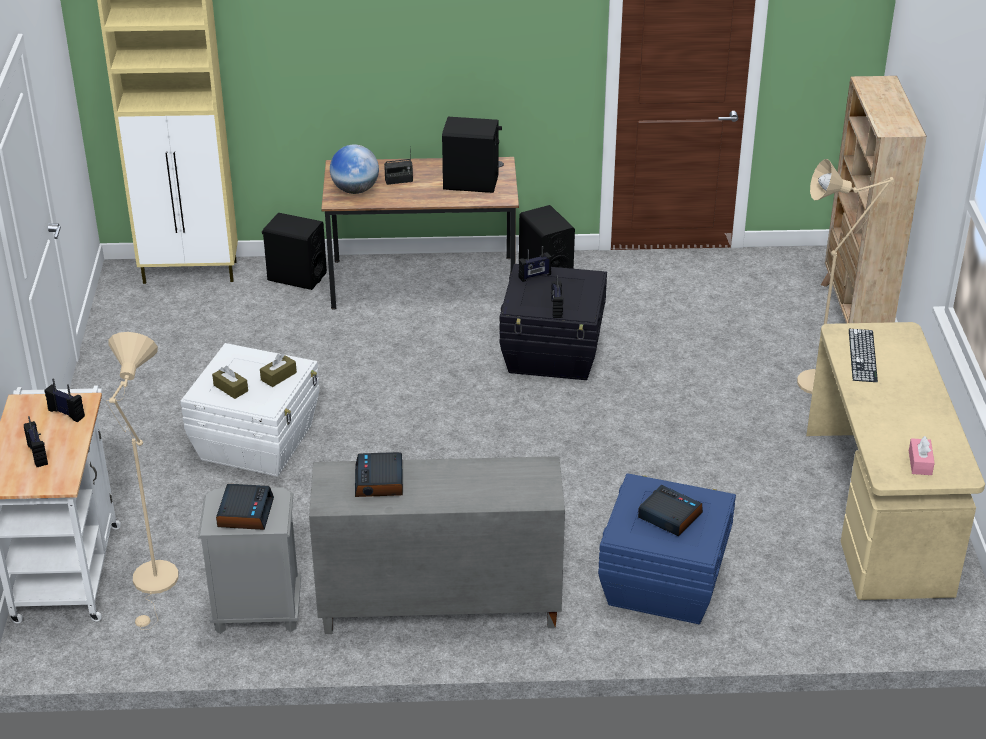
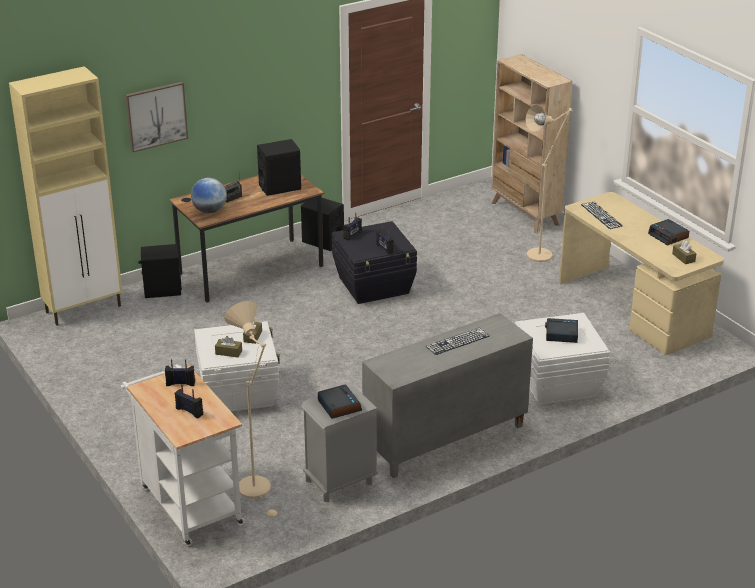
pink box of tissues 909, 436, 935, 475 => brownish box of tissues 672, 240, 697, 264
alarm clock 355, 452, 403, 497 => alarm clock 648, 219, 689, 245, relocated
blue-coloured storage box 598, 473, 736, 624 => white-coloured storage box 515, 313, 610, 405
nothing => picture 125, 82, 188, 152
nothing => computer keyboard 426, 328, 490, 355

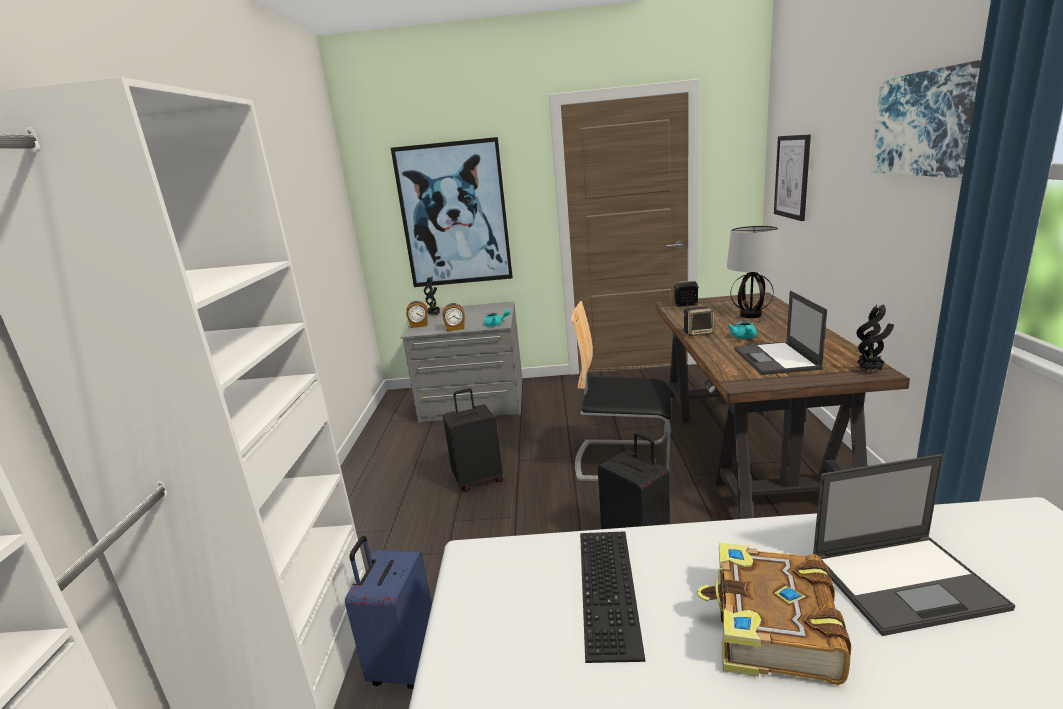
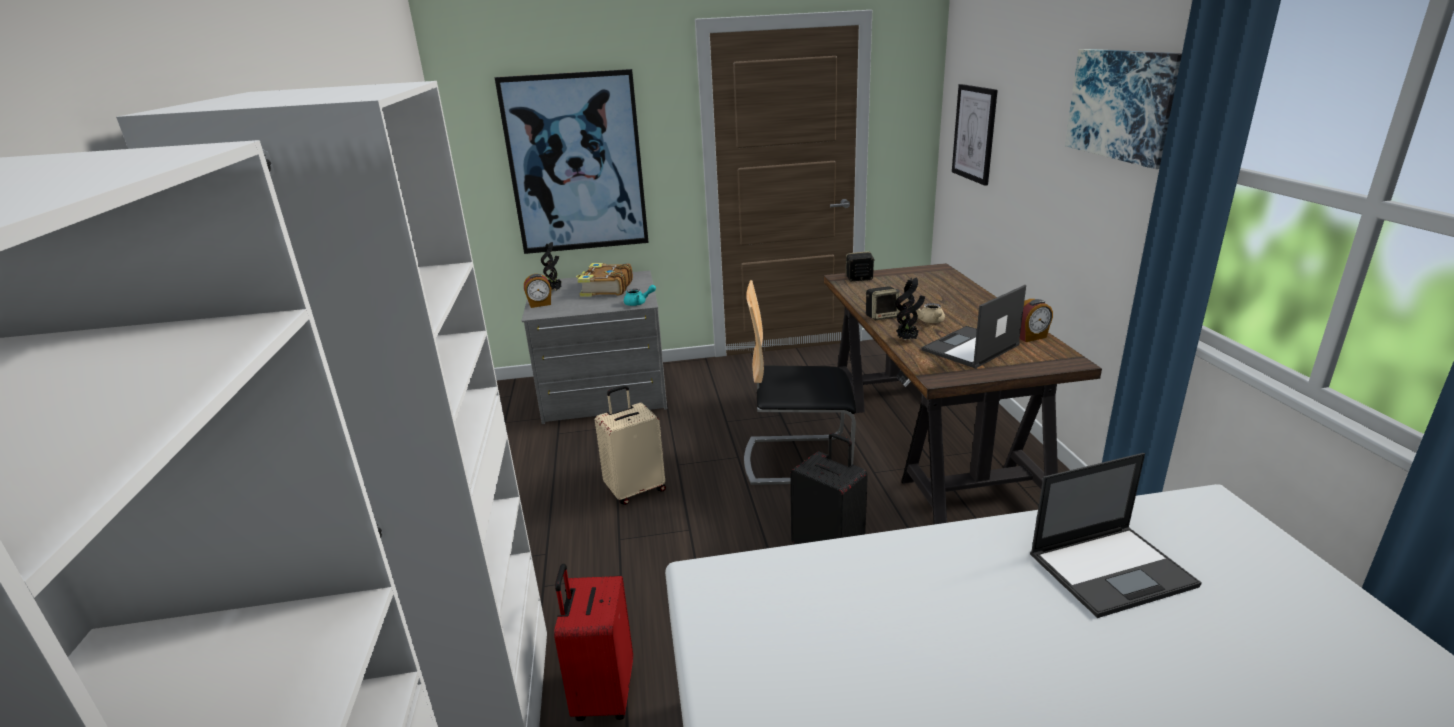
table lamp 727, 226, 780, 318 => nothing
notebook computer 734, 291, 827, 375 => notebook computer 921, 285, 1026, 369, 60 degrees clockwise
alarm clock 442, 303, 465, 331 => alarm clock 1019, 299, 1053, 342, relocated
plant in a pot 857, 304, 894, 372 => plant in a pot 895, 277, 925, 340, relocated
turquoise tea pot 728, 321, 757, 339 => beige-coloured tea pot 916, 303, 945, 323
black-coloured suitcase 443, 388, 504, 492 => beige-coloured suitcase 595, 385, 666, 505
computer keyboard 580, 531, 645, 663 => nothing
blue-coloured suitcase 345, 536, 432, 689 => red-coloured suitcase 554, 564, 633, 721
bound book 697, 543, 851, 685 => bound book 576, 263, 633, 297, relocated

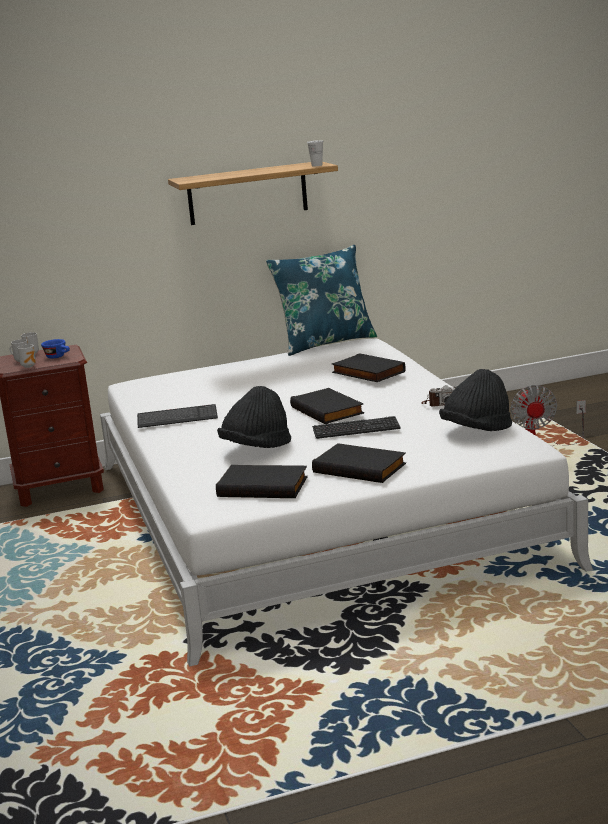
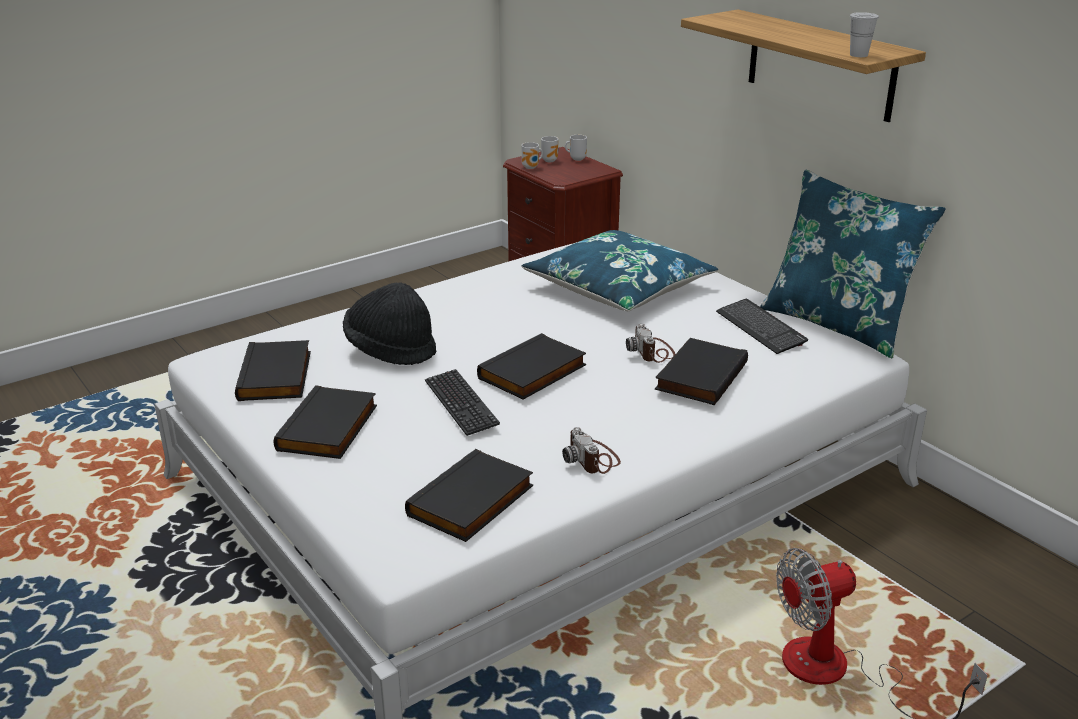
blue-coloured small cup 41, 339, 70, 359 => nothing
black-coloured clothing hat 439, 369, 512, 431 => black-coloured bound book 405, 449, 533, 542
computer keyboard 137, 404, 218, 428 => computer keyboard 716, 299, 808, 354, relocated
nothing => blue-coloured cushion 522, 230, 718, 311
nothing => photo camera 626, 323, 675, 363

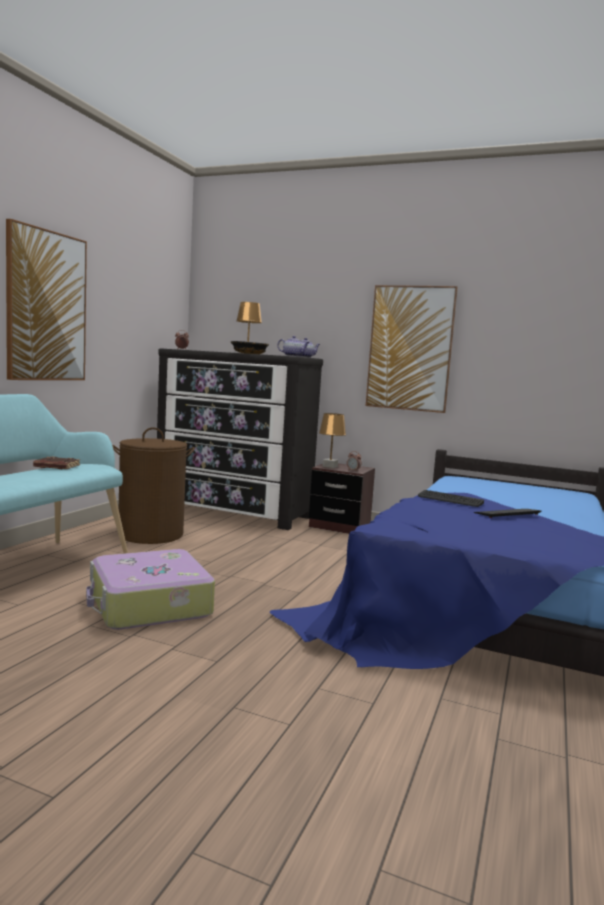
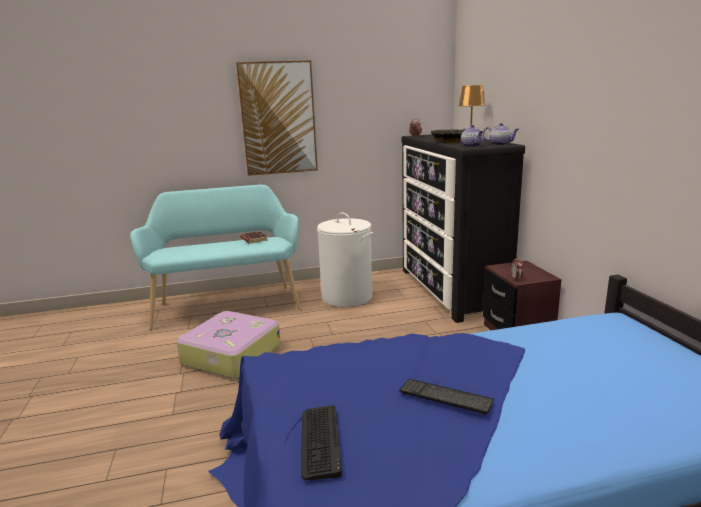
picture 366, 285, 458, 413 => nothing
brownish table lamp 319, 413, 346, 468 => nothing
brownish laundry basket 112, 427, 195, 544 => white-coloured laundry basket 317, 213, 374, 307
computer keyboard 418, 490, 484, 507 => computer keyboard 301, 405, 342, 480, relocated

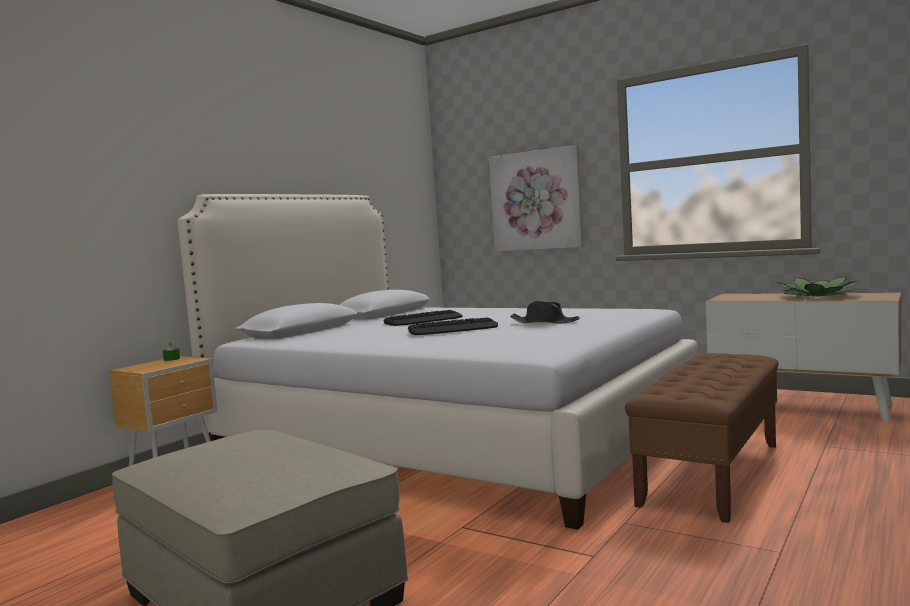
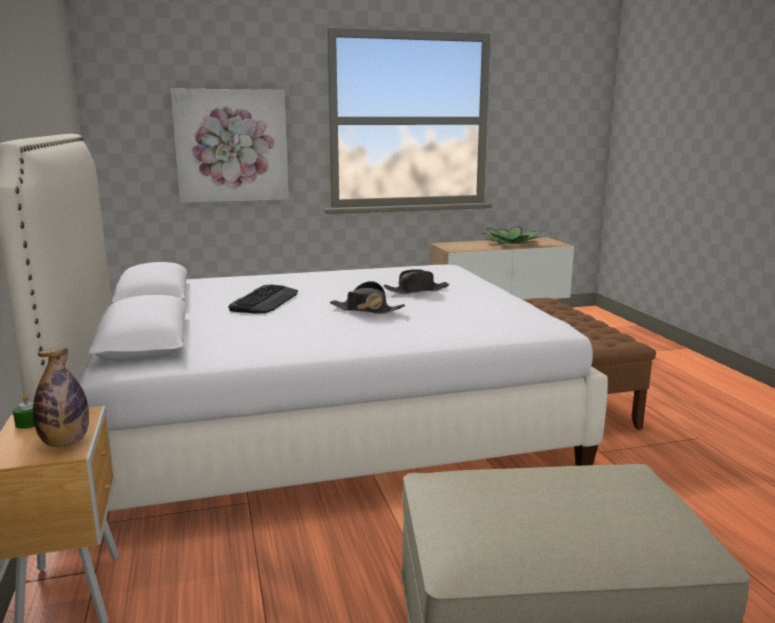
computer keyboard 408, 317, 498, 335 => black-coloured clothing hat 330, 281, 405, 314
nothing => drink bottle 33, 348, 89, 447

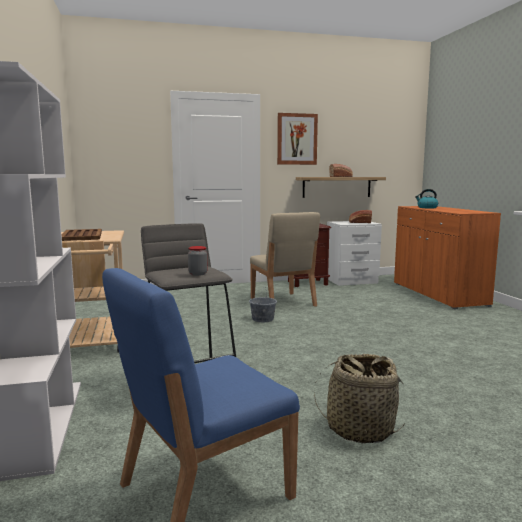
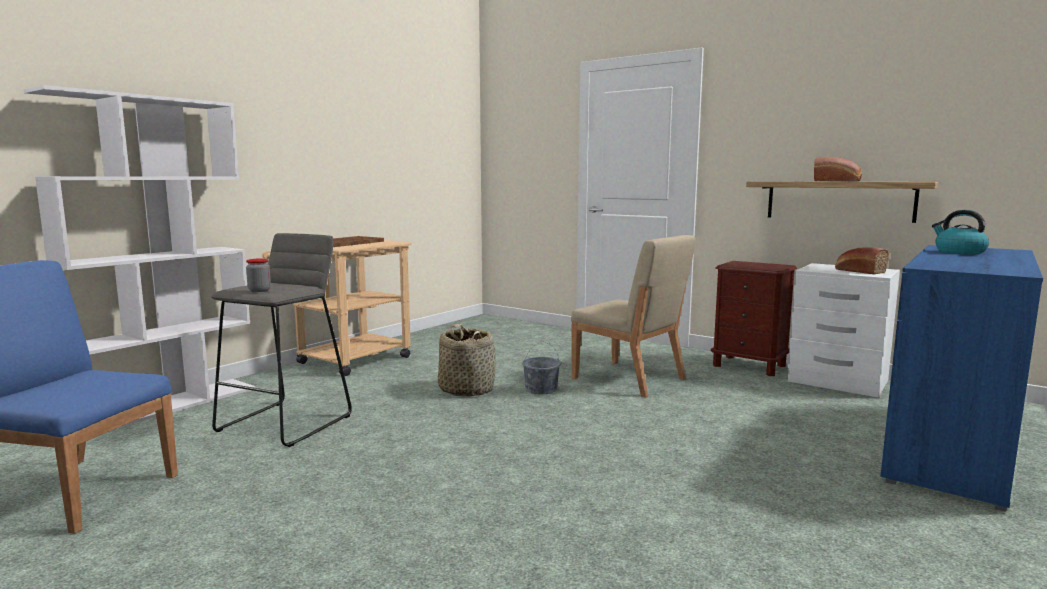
picture 277, 113, 318, 165 => nothing
orange cabinet 394, 206, 501, 309 => blue-coloured cabinet 880, 245, 1043, 512
beige-coloured plain chair 250, 212, 320, 307 => beige-coloured plain chair 571, 235, 695, 397, 75 degrees counterclockwise
household basket 314, 354, 406, 443 => household basket 438, 323, 496, 396, relocated

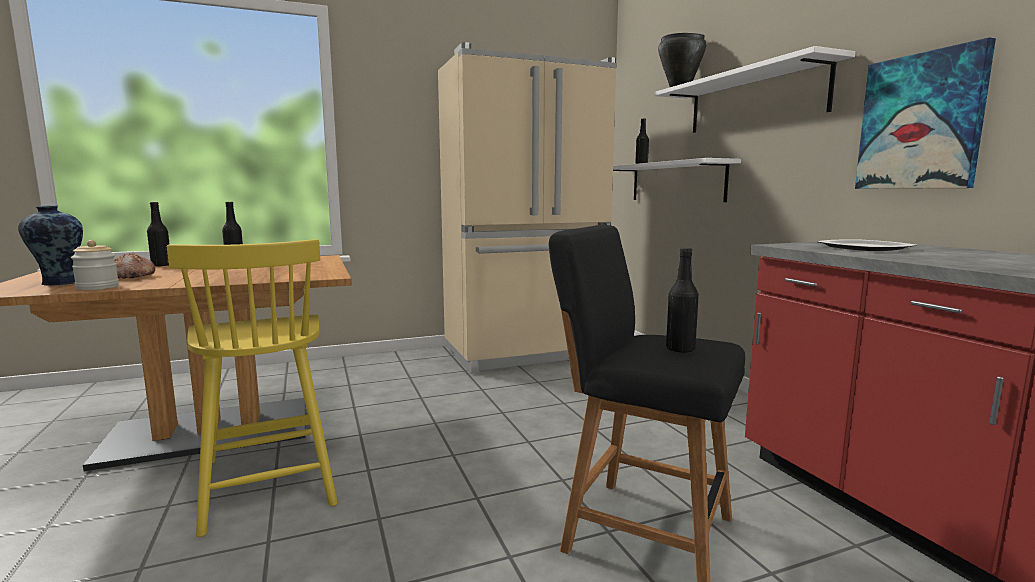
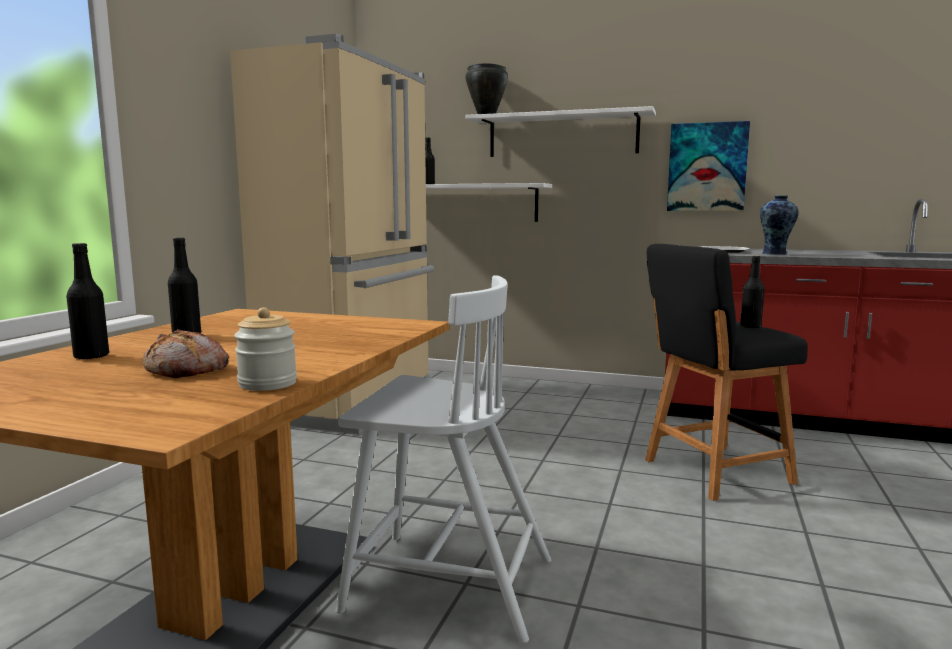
vase 18, 205, 83, 286 => vase 760, 195, 799, 255, relocated
yellow-coloured plain chair 167, 239, 338, 537 => white-coloured plain chair 336, 275, 551, 643

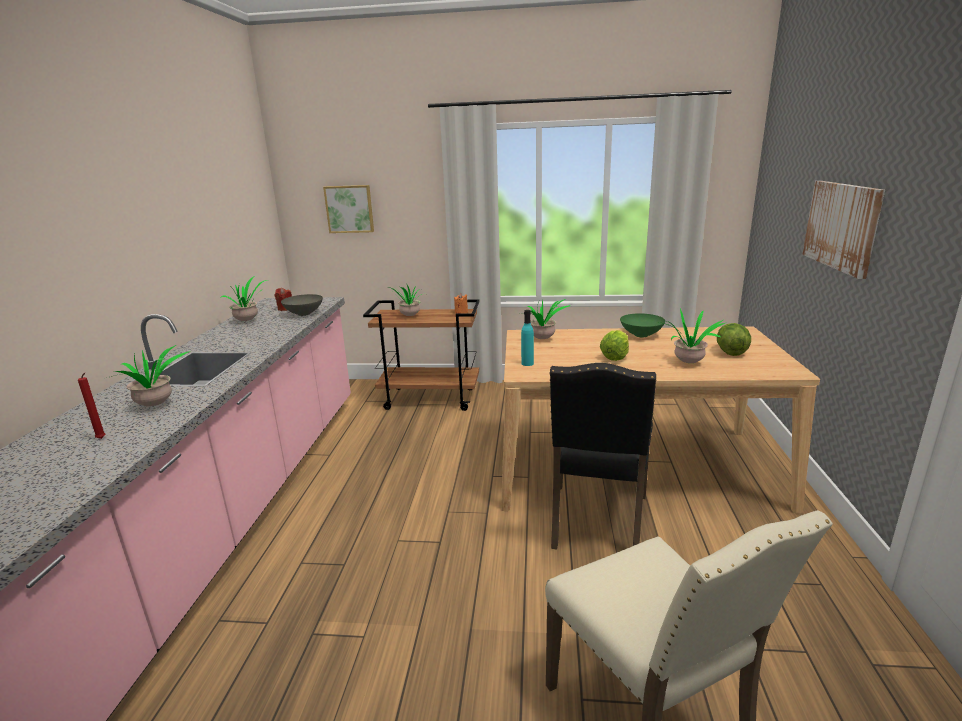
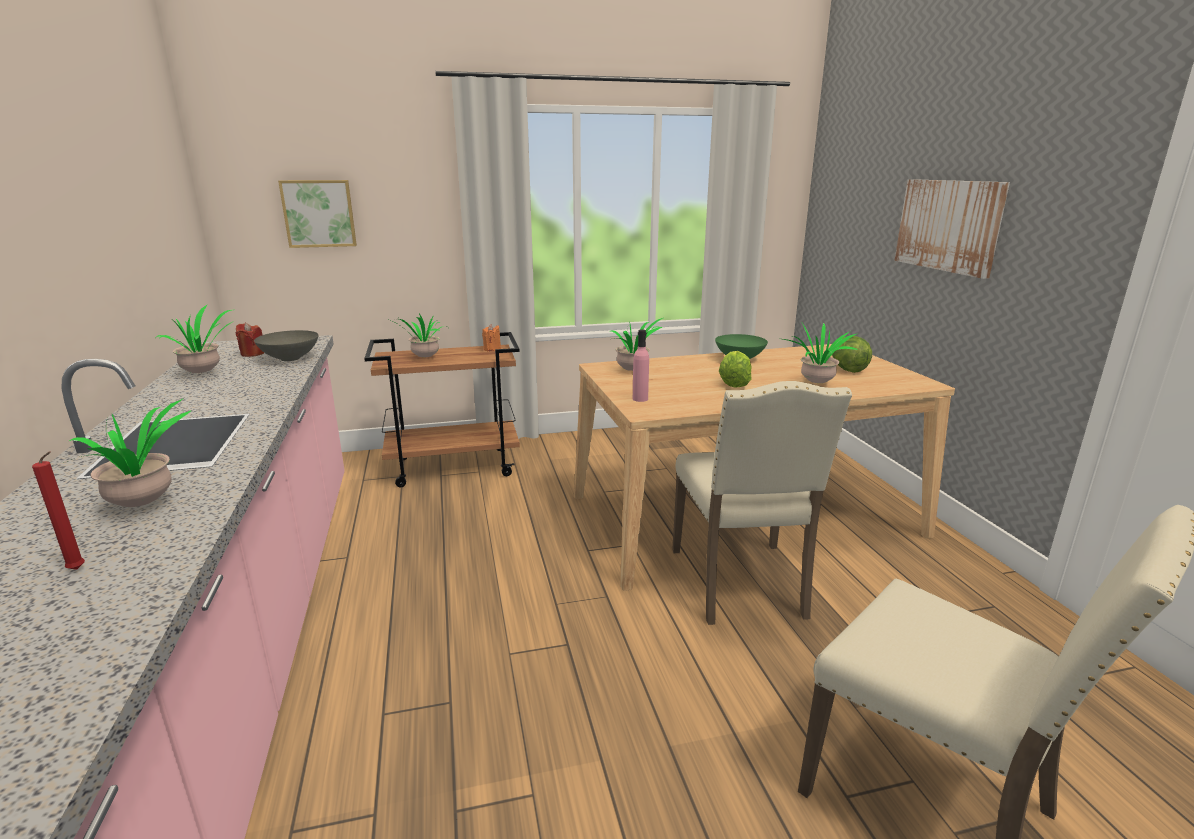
turquoise drink bottle 521, 310, 534, 366 => pink drink bottle 633, 330, 649, 402
black-coloured plain chair 549, 363, 657, 550 => beige-coloured plain chair 672, 381, 852, 625

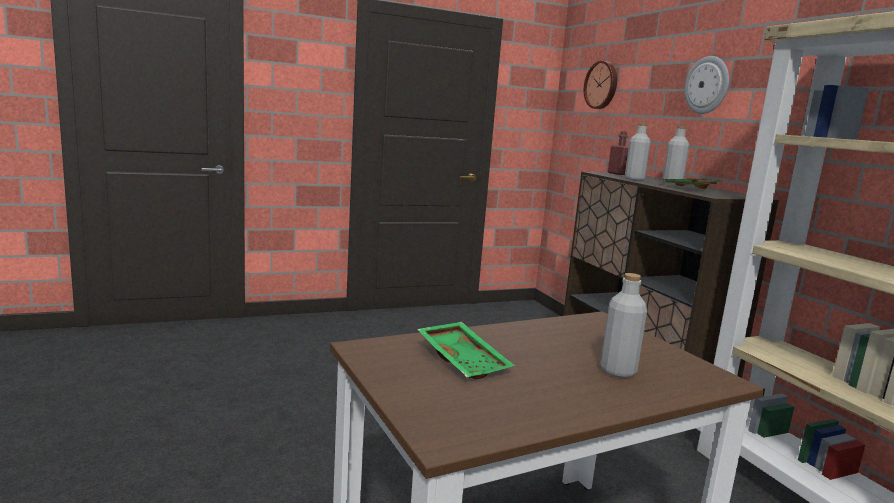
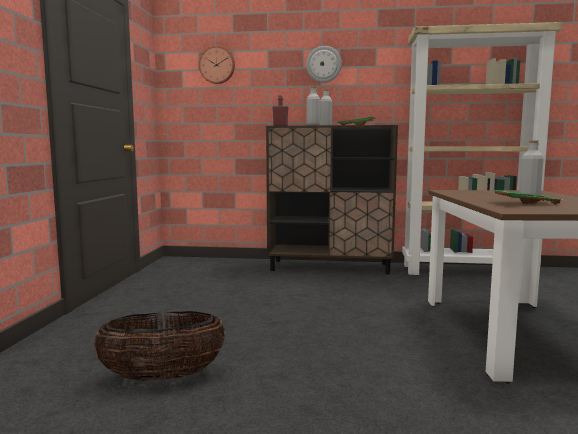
nothing => household basket 93, 311, 226, 381

